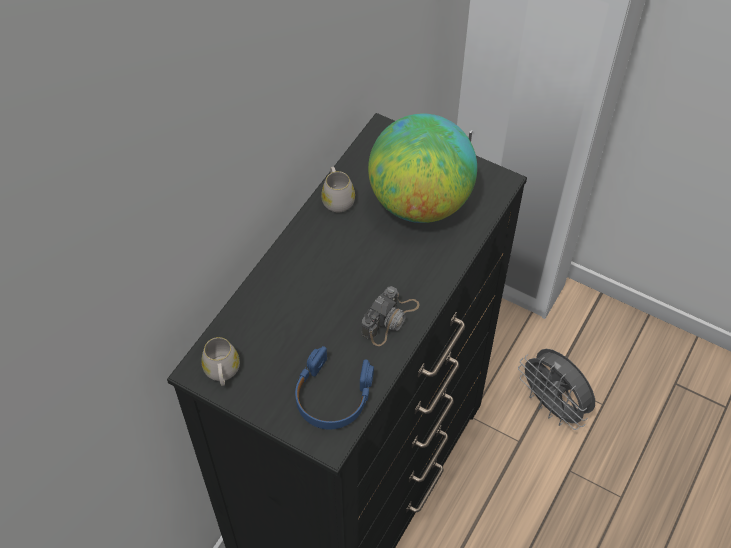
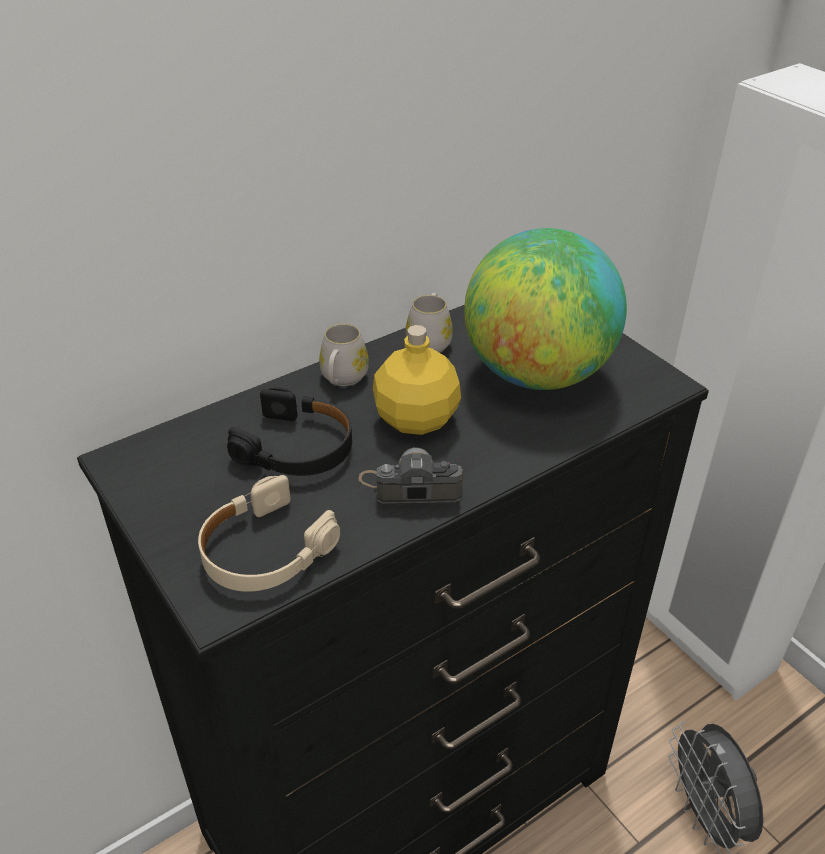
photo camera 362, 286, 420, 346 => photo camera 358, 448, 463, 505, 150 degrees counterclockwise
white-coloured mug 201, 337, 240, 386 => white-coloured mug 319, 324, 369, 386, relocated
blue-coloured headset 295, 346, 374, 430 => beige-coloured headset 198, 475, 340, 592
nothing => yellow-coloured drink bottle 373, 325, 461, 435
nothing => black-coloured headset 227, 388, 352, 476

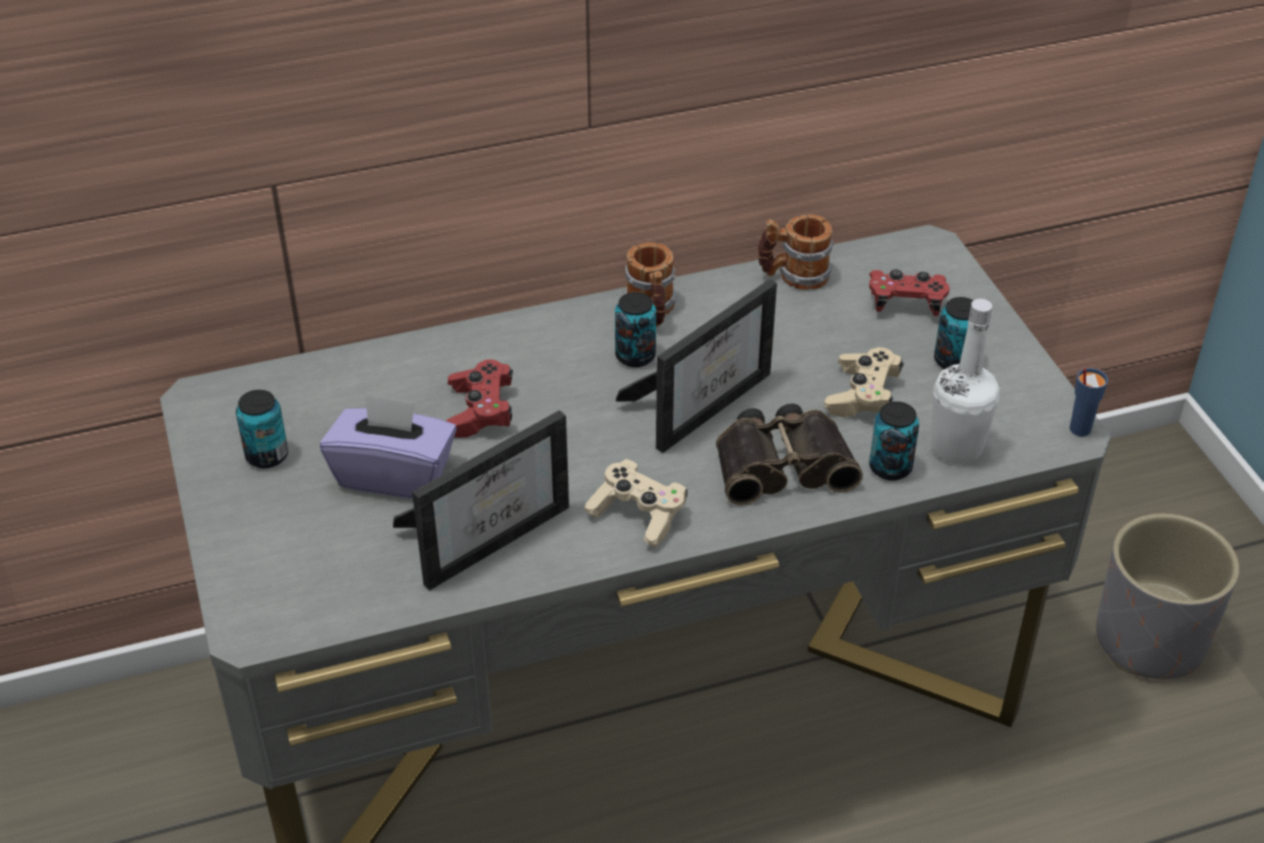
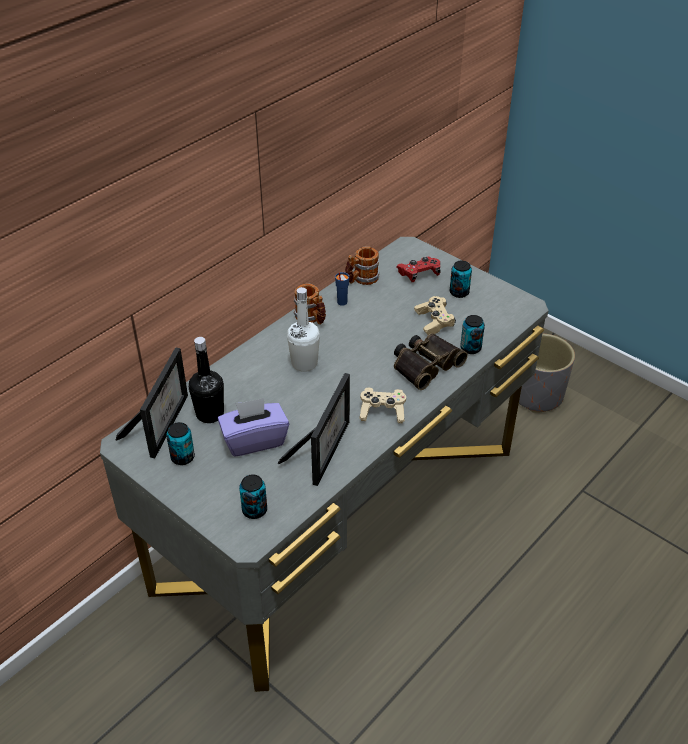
picture frame 616, 279, 777, 453 => picture frame 116, 347, 188, 458, relocated
sealed can 615, 292, 656, 367 => sealed can 239, 474, 267, 519, relocated
white-coloured drink bottle 931, 299, 1000, 464 => white-coloured drink bottle 287, 287, 320, 372, relocated
red-coloured game controller 447, 359, 513, 438 => nothing
blue-coloured small cup 1070, 368, 1108, 436 => blue-coloured small cup 335, 272, 349, 306, relocated
nothing => black-coloured drink bottle 189, 337, 224, 423

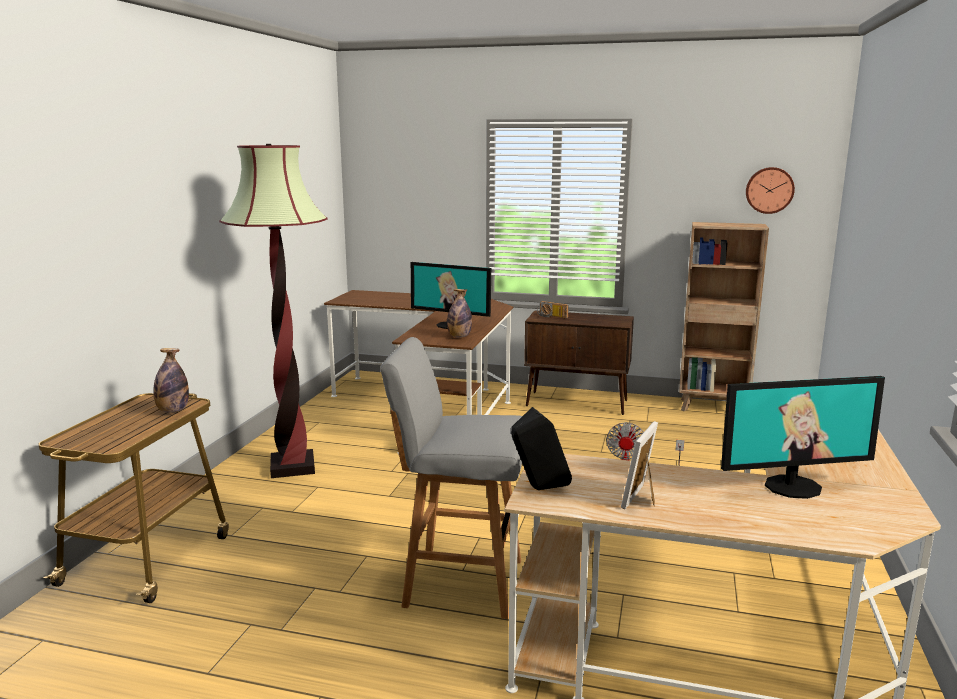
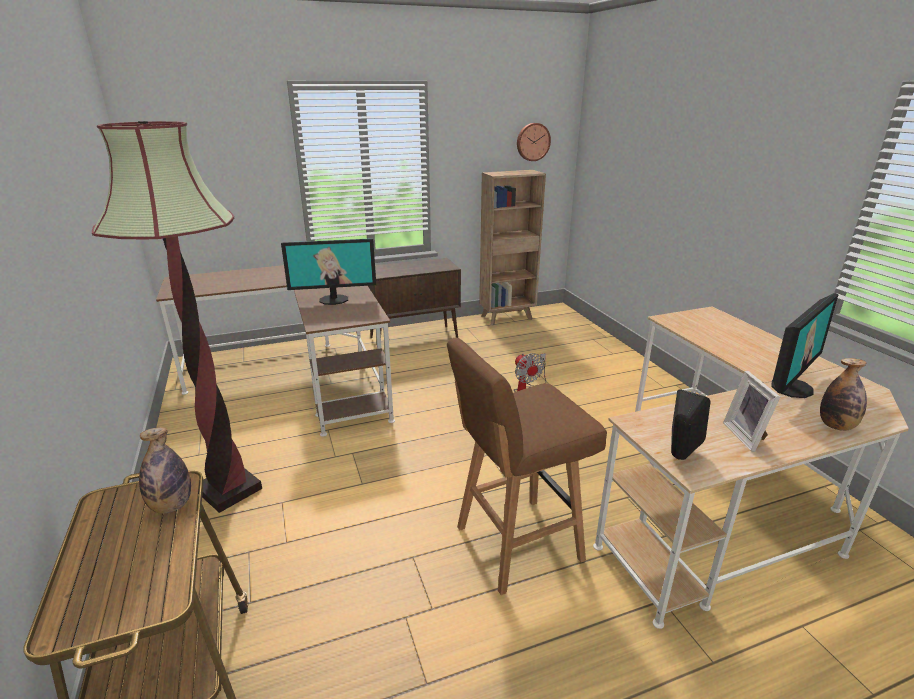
drink bottle 447, 289, 472, 338 => drink bottle 820, 358, 867, 431, relocated
radio 537, 301, 569, 318 => nothing
greyish sitting stool 381, 337, 522, 619 => brownish sitting stool 447, 338, 607, 595

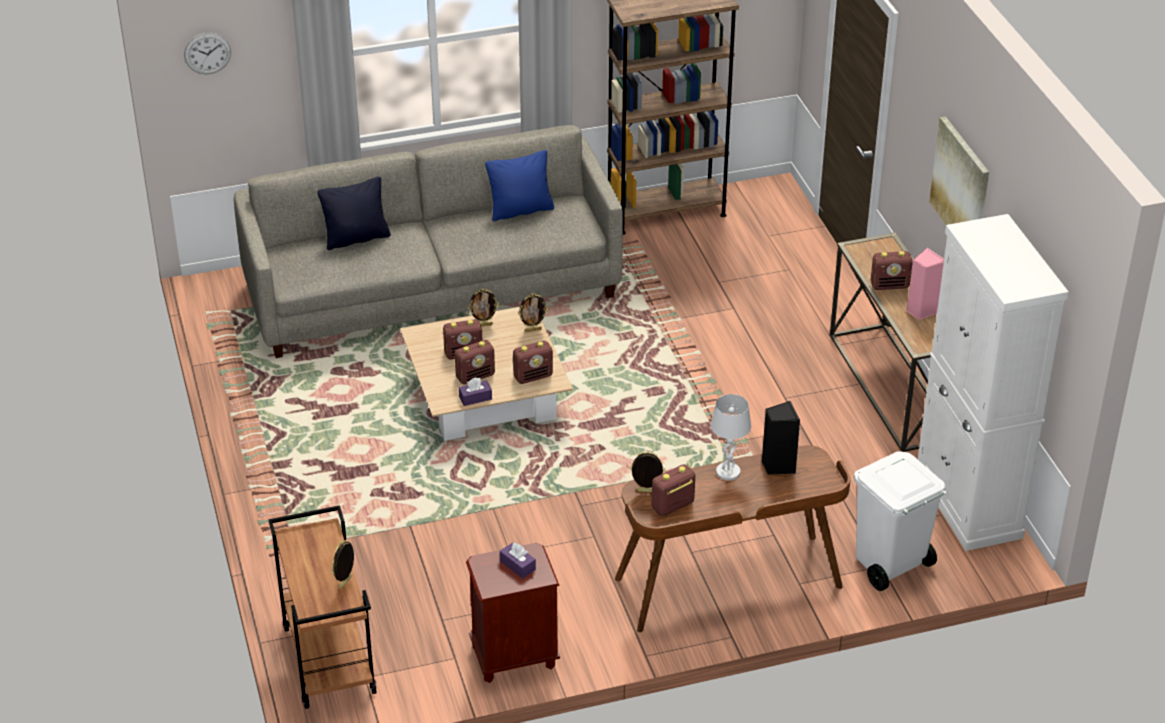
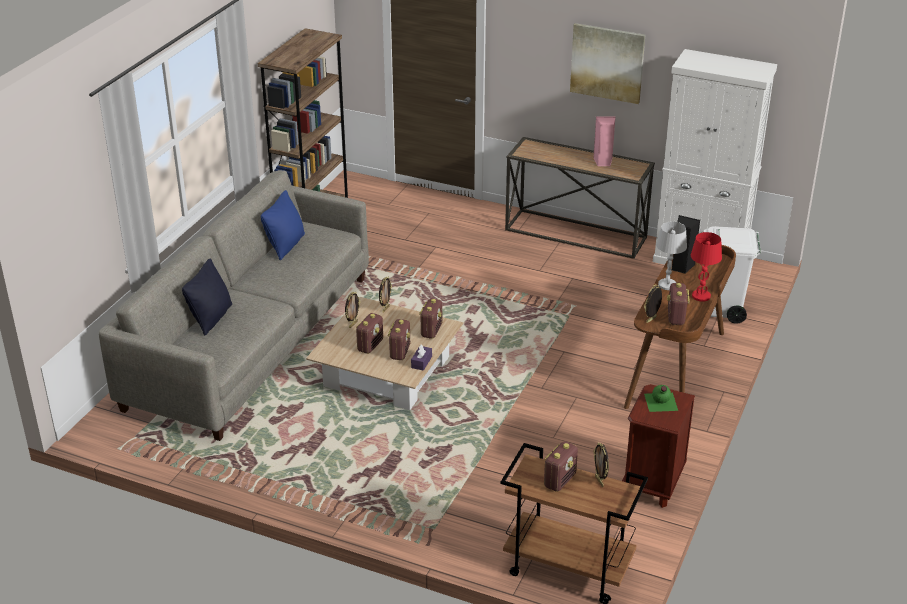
clock on the wall 184, 33, 231, 74 => nothing
radio 871, 251, 913, 290 => radio 544, 441, 578, 492, relocated
purple box of tissues 500, 542, 536, 579 => green-coloured drink bottle 644, 385, 678, 412
nothing => red-coloured table lamp 691, 232, 722, 302

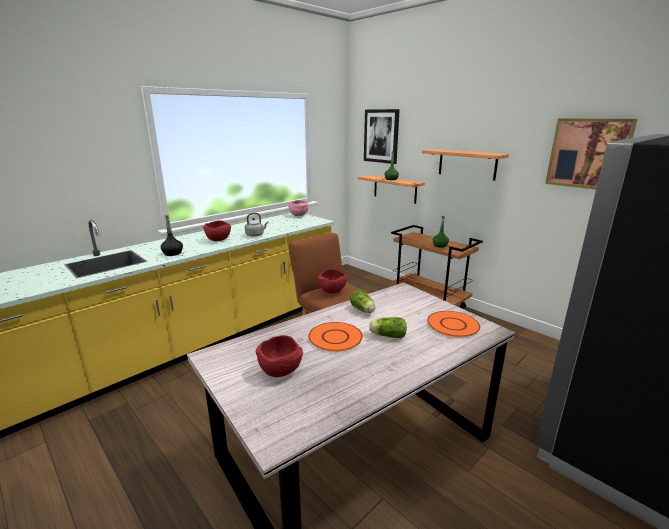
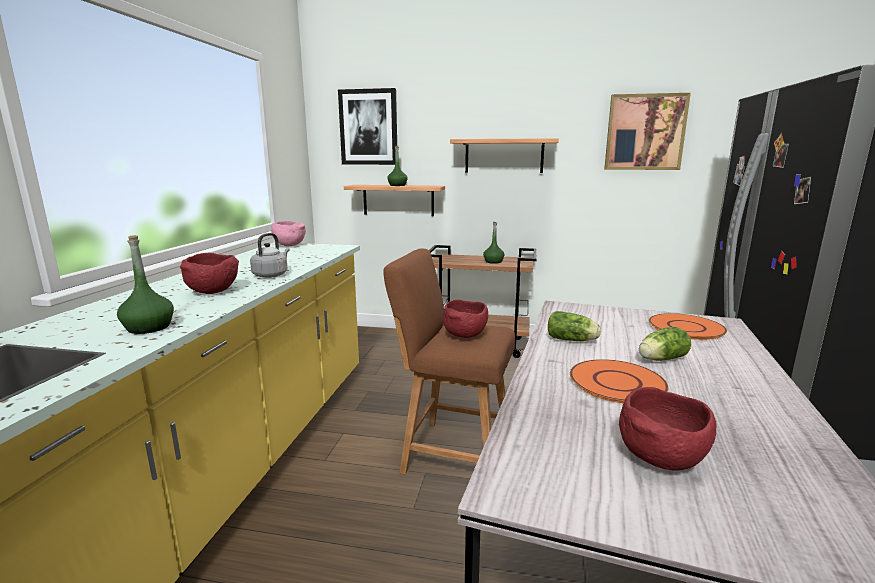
black-coloured drink bottle 161, 214, 183, 256 => green-coloured drink bottle 117, 235, 174, 334

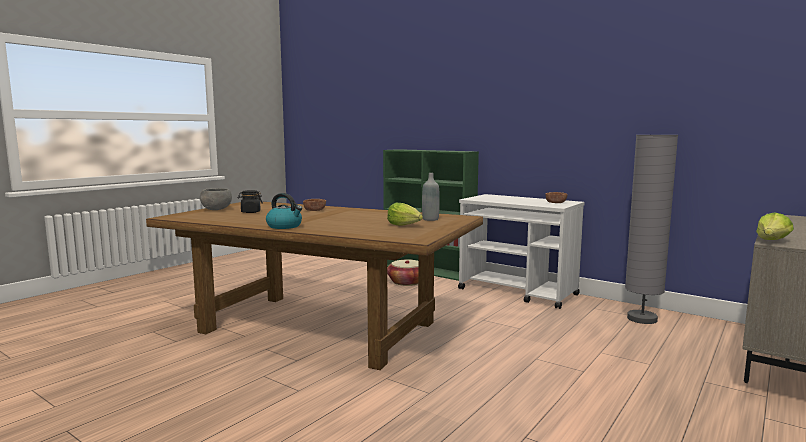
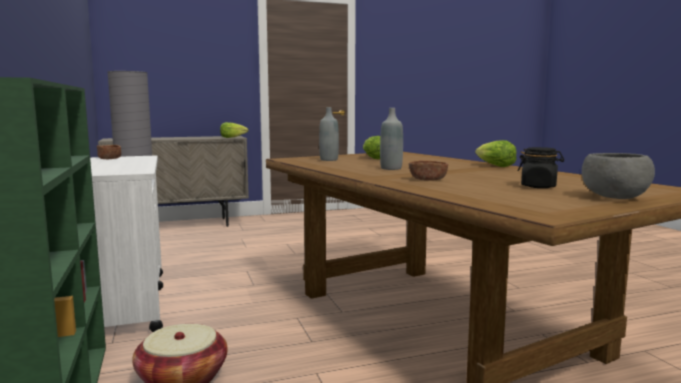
water kettle 266, 193, 302, 229 => lettuce head 475, 140, 516, 167
nothing => greyish drink bottle 380, 108, 403, 170

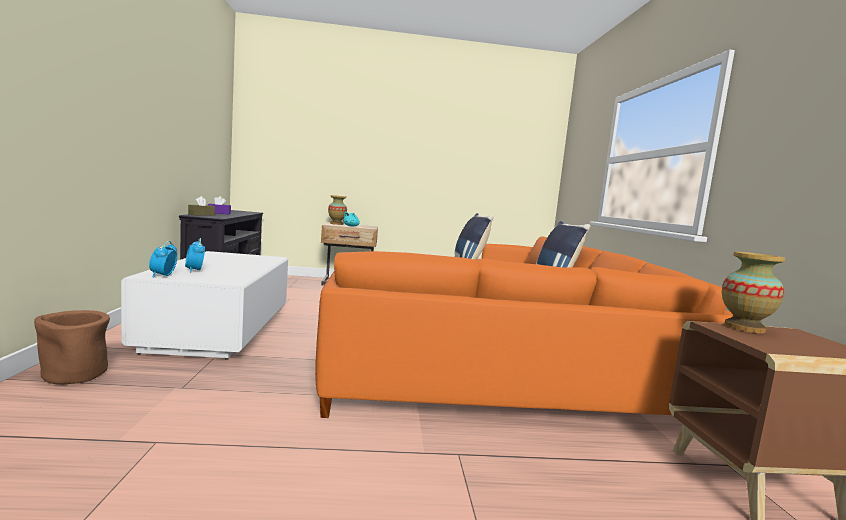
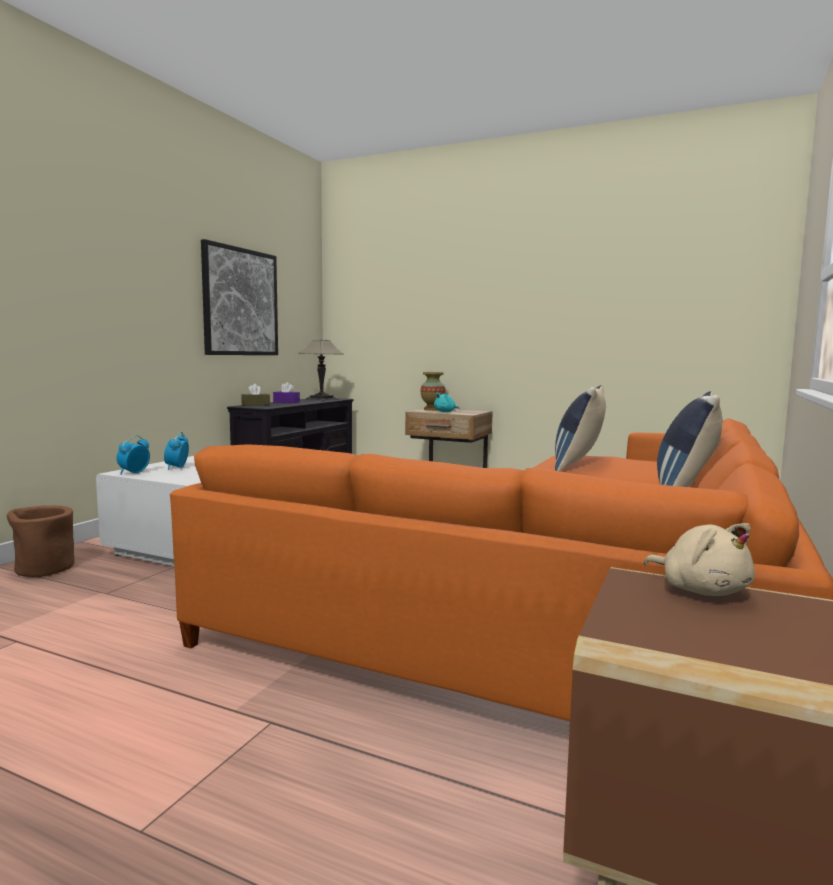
vase 722, 251, 785, 333 => beige-coloured plush toy 644, 523, 755, 596
nothing => picture 201, 239, 278, 355
nothing => table lamp 298, 339, 343, 401

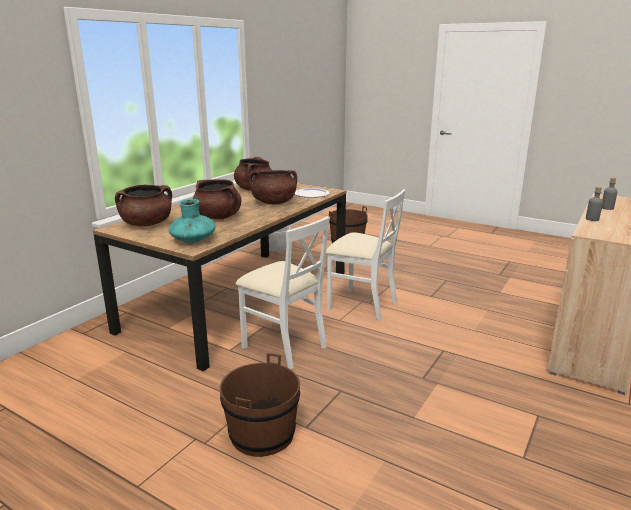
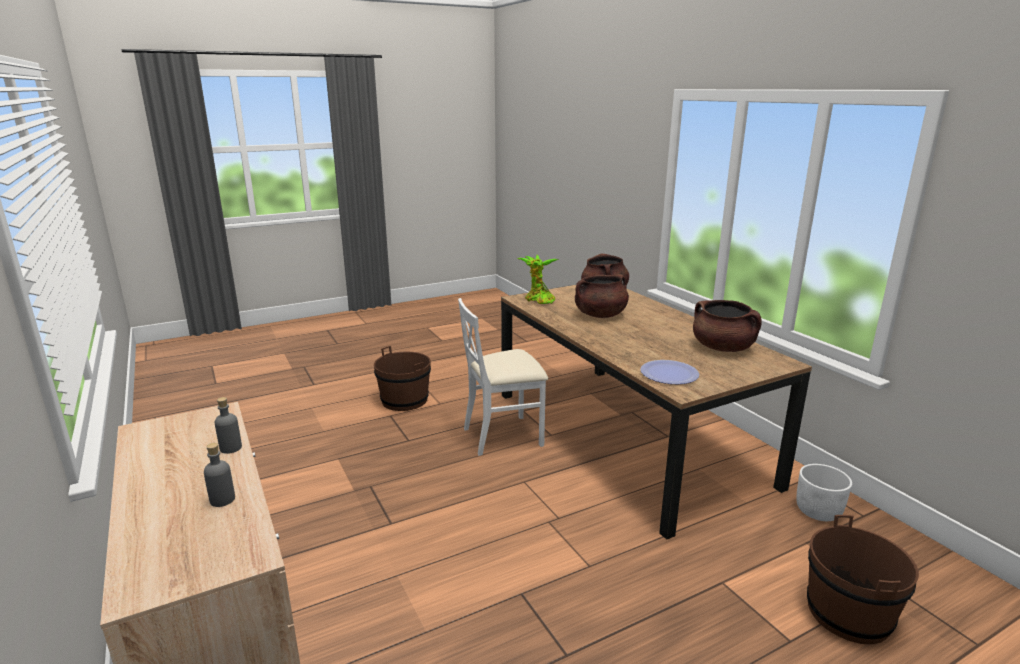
brownish saucepot 249, 170, 297, 204 => nothing
white-coloured plain chair 326, 189, 405, 321 => nothing
turquoise vase 169, 199, 216, 243 => plant in a pot 518, 255, 559, 304

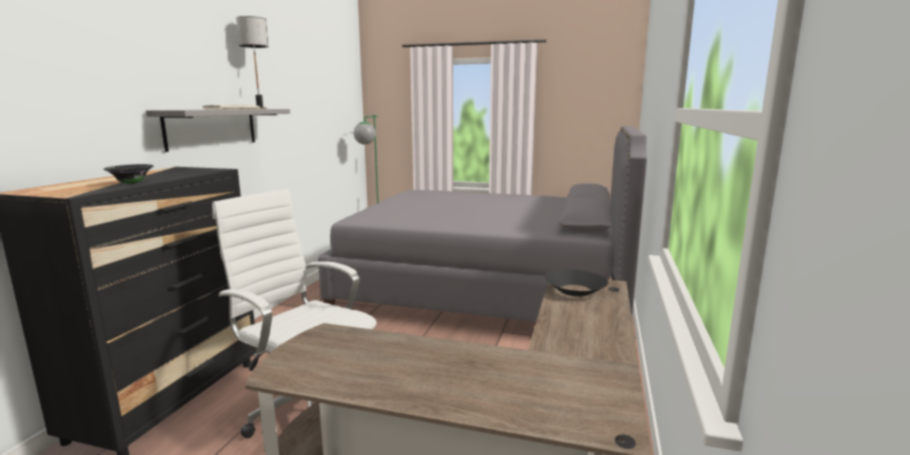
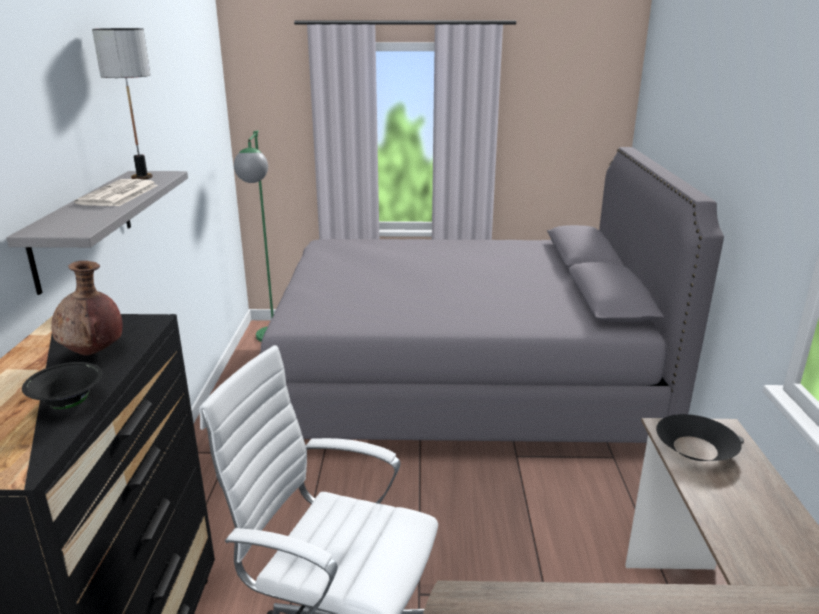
nothing => brownish vase 51, 261, 122, 356

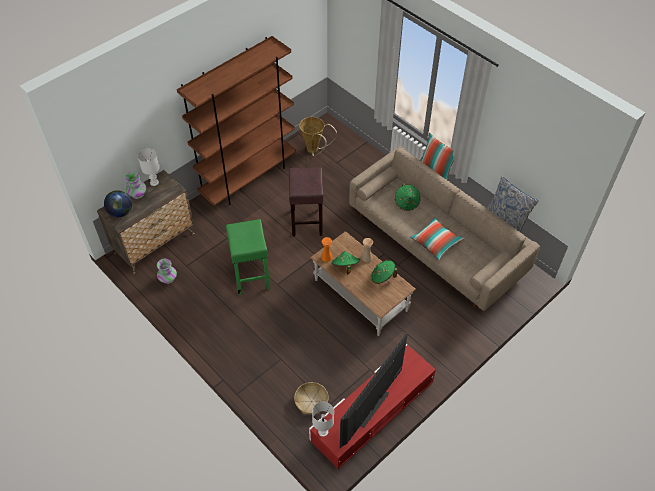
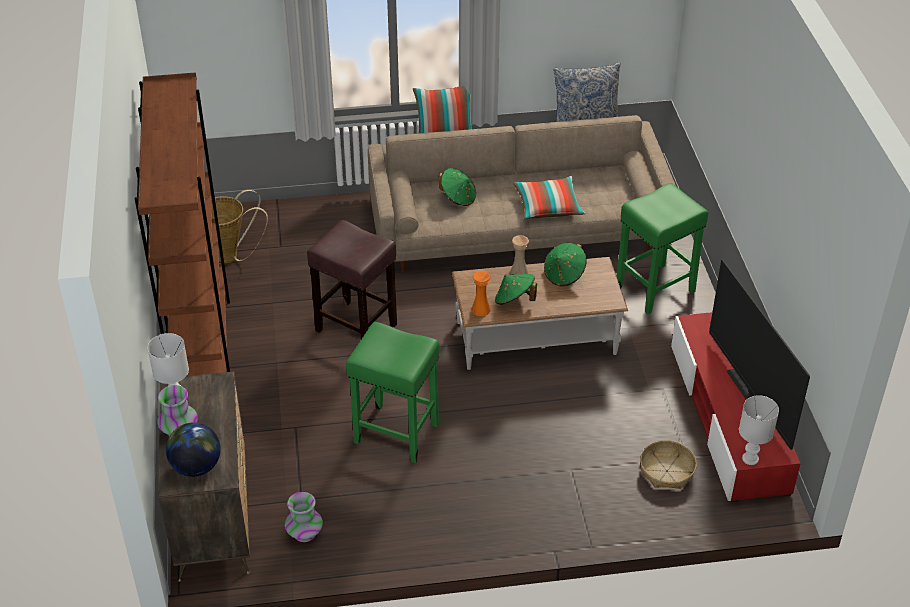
nothing => green-coloured sitting stool 616, 183, 708, 314

